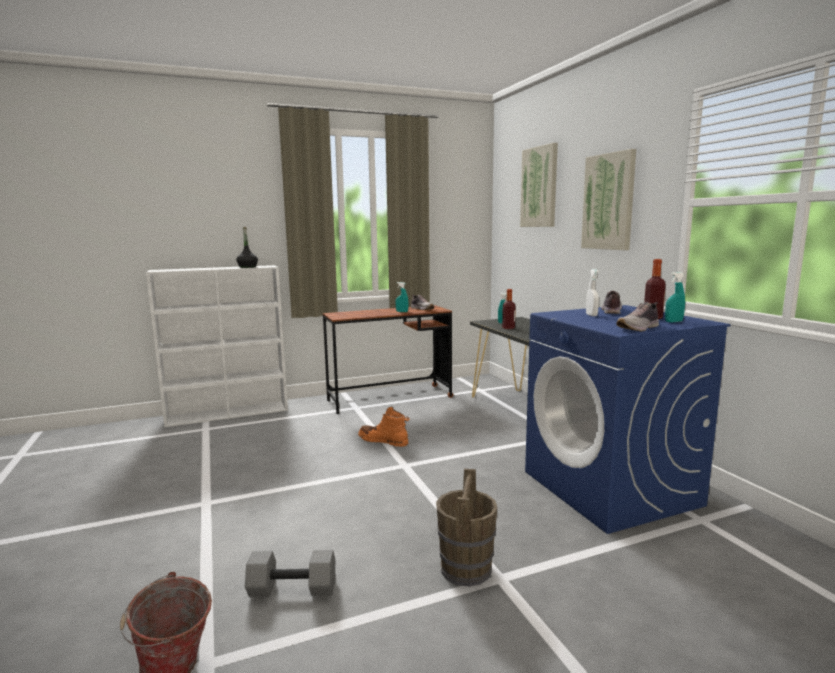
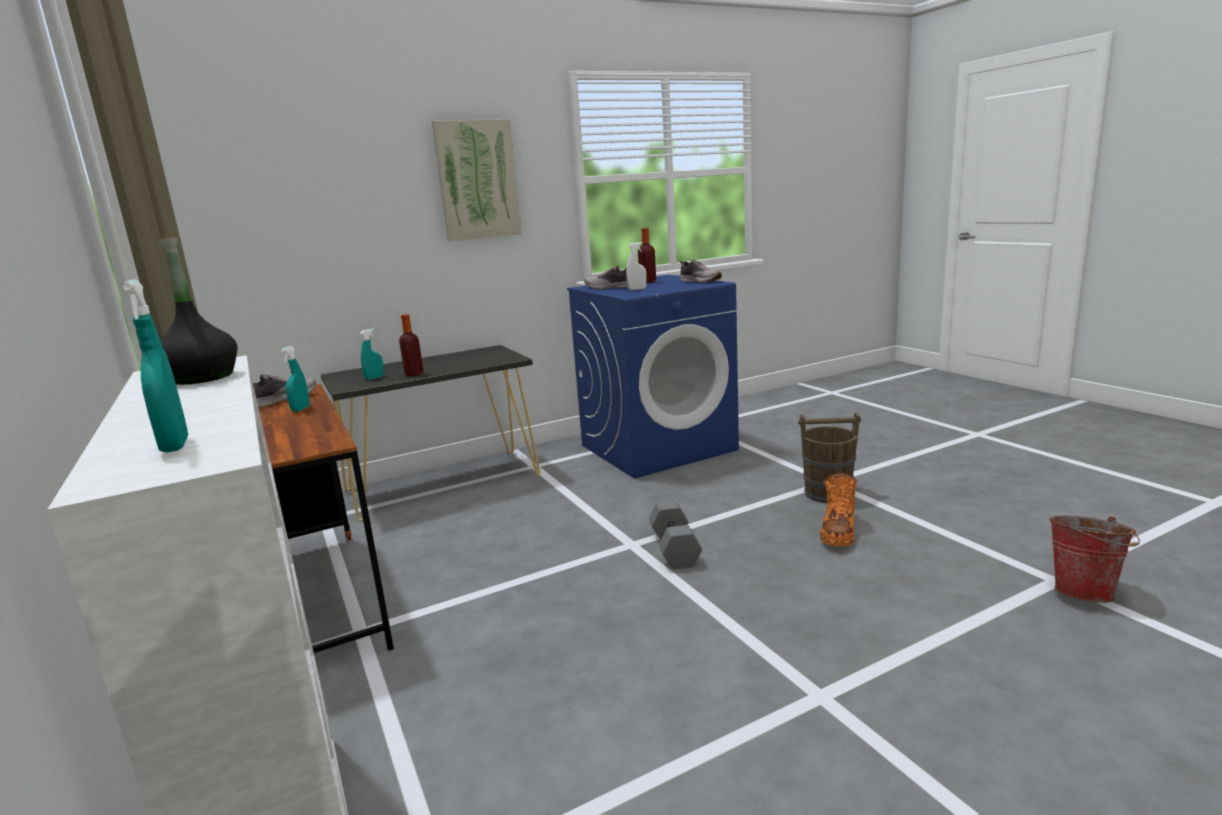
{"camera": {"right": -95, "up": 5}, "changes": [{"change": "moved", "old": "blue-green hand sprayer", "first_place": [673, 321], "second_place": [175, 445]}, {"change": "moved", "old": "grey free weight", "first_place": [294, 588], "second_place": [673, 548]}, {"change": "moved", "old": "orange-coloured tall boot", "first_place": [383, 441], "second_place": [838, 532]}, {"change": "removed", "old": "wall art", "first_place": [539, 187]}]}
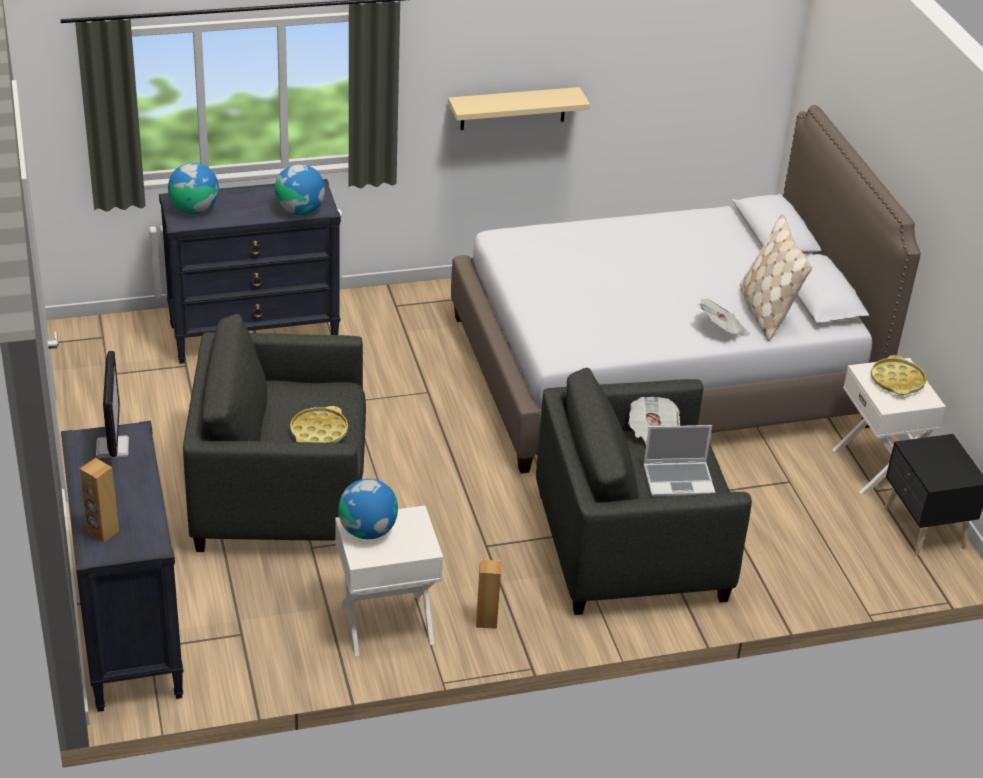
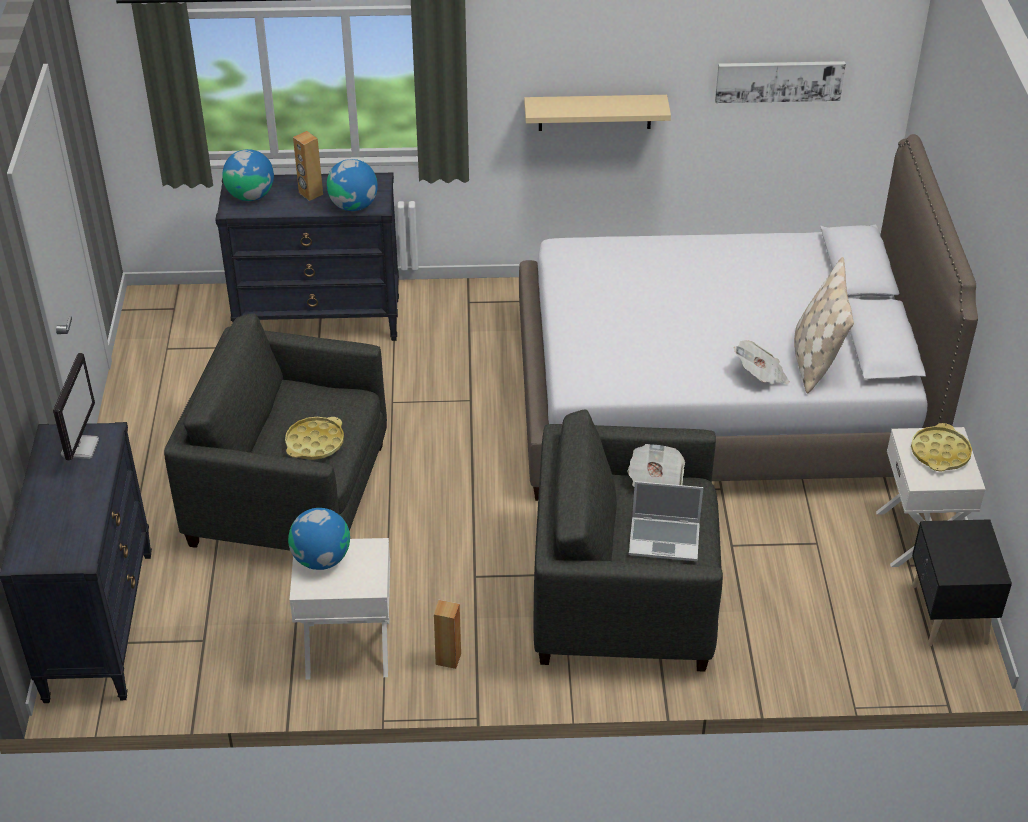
{"camera": {"right": 15, "up": 5}, "changes": [{"change": "moved", "old": "brown-coloured loudspeaker", "first_place": [102, 532], "second_place": [310, 193]}, {"change": "added", "new": "wall art", "second_place": [779, 80]}]}
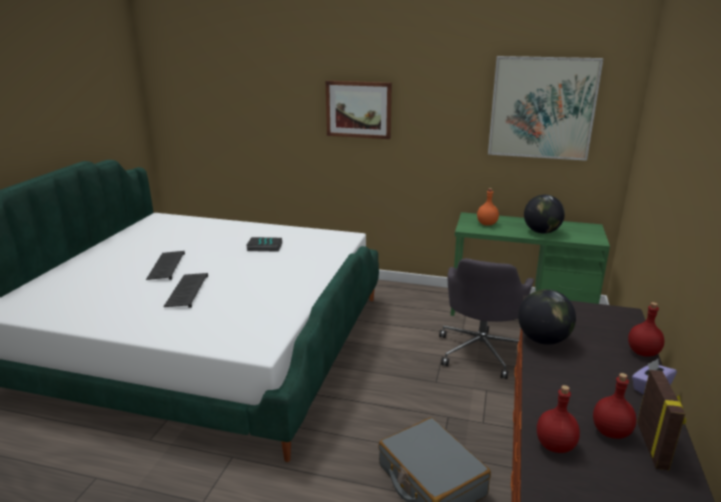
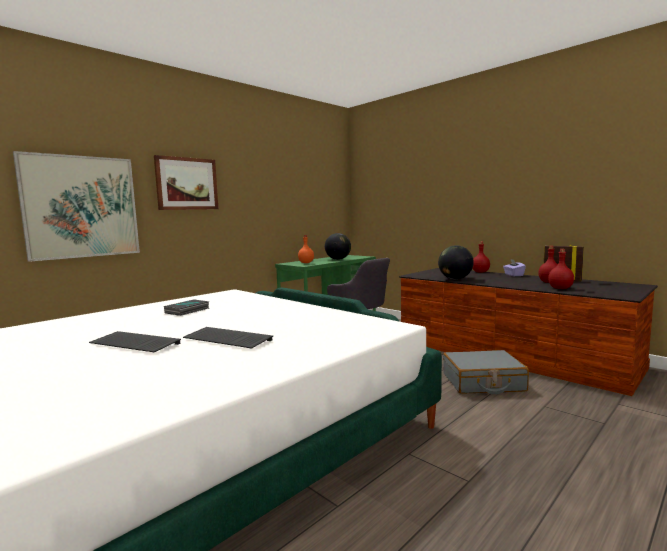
{"camera": {"right": -60, "up": -15}, "changes": [{"change": "moved", "old": "wall art", "first_place": [542, 108], "second_place": [81, 207]}]}
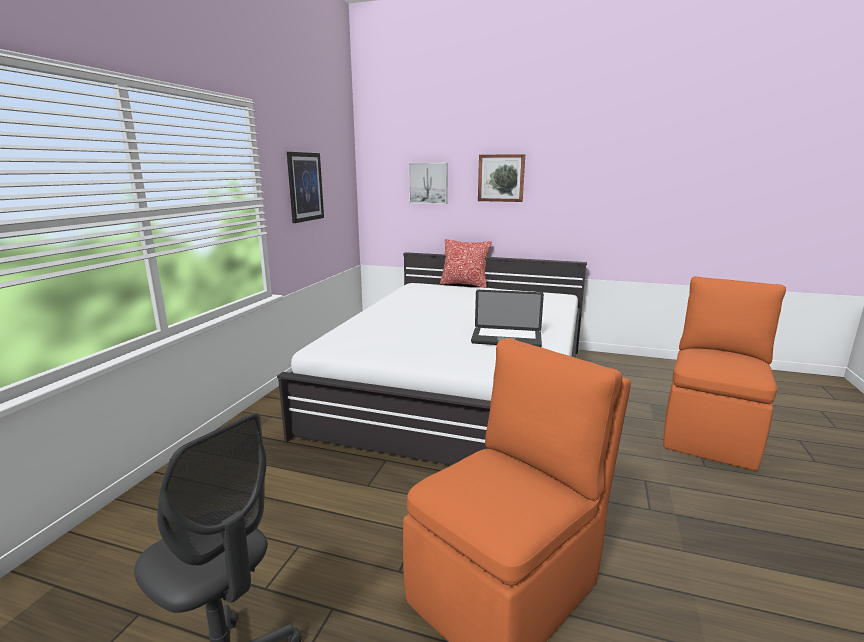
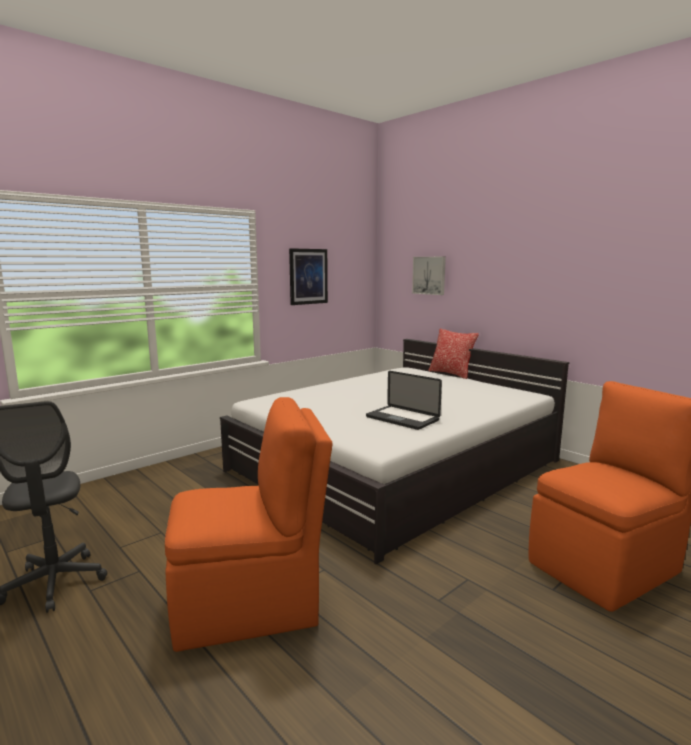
{"camera": {"right": 30, "up": -5}, "changes": [{"change": "removed", "old": "wall art", "first_place": [501, 178]}]}
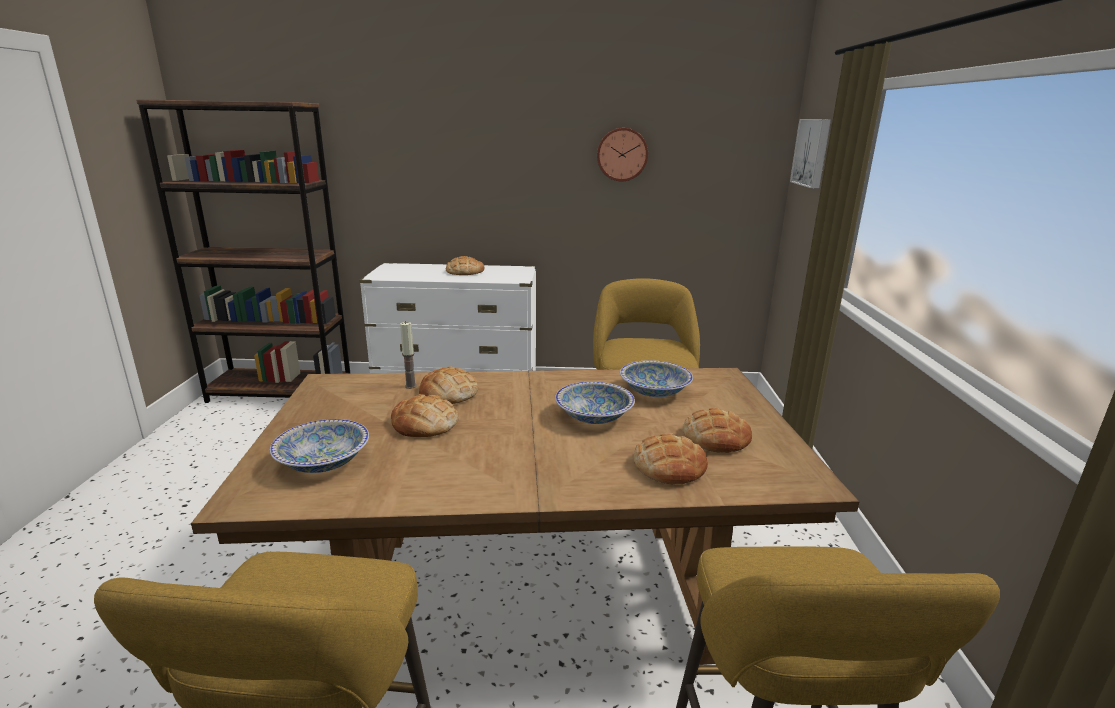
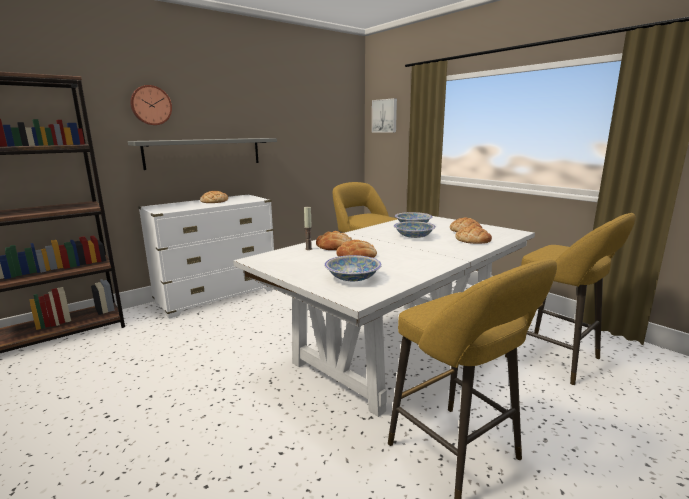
{"camera": {"right": -40, "up": -5}, "changes": [{"change": "added", "new": "grey shelf", "second_place": [204, 152]}, {"change": "moved", "old": "clock on the wall", "first_place": [622, 154], "second_place": [151, 105]}, {"change": "recoloured", "old": "brown-coloured dinner table", "new": "whitish dinner table", "first_place": [530, 593], "second_place": [396, 348]}]}
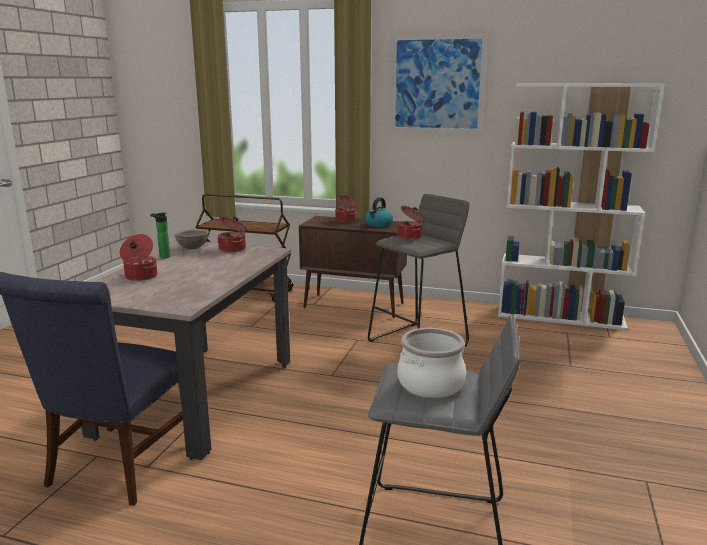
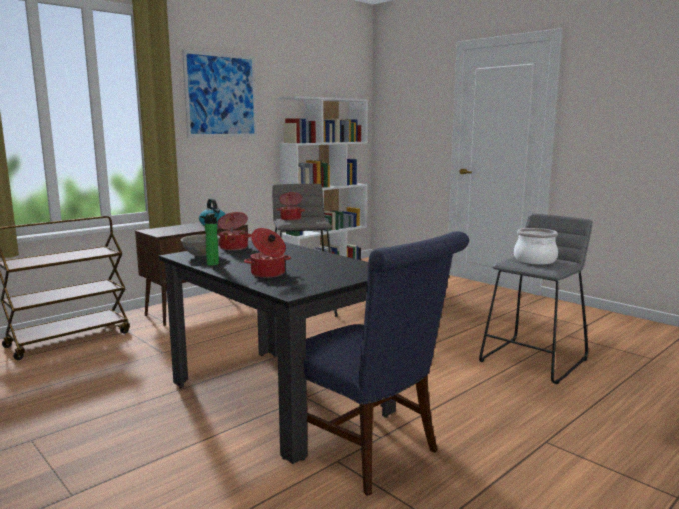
{"camera": {"right": -60, "up": -5}, "changes": [{"change": "recoloured", "old": "sand-coloured dinner table", "new": "black dinner table", "first_place": [199, 396], "second_place": [278, 397]}, {"change": "removed", "old": "saucepot", "first_place": [346, 220]}]}
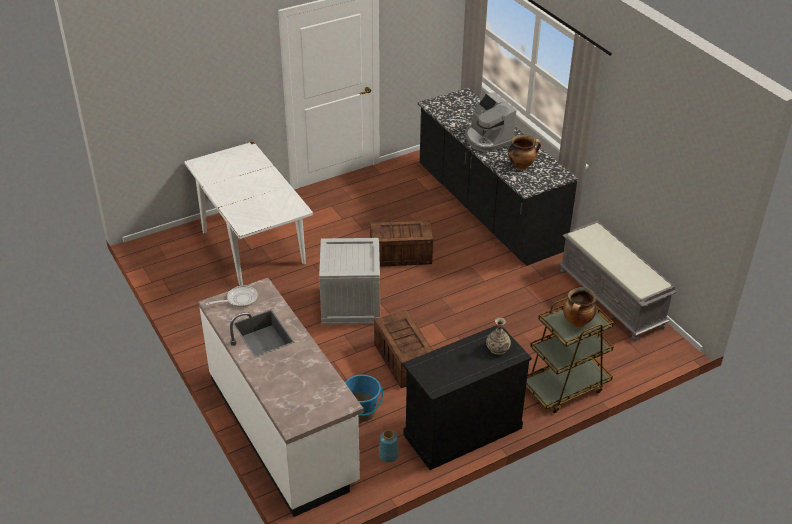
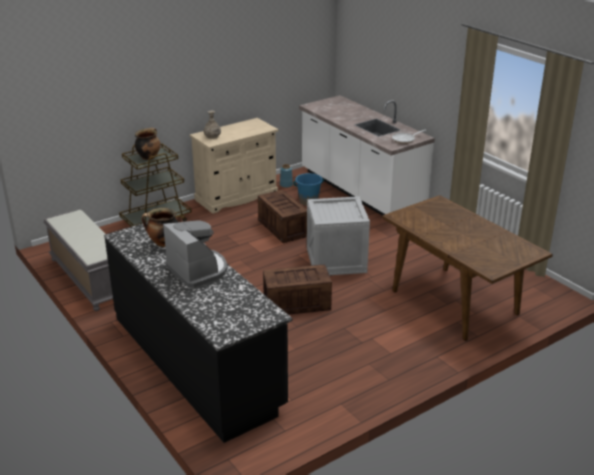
{"camera": {"right": 175, "up": -10}, "changes": [{"change": "recoloured", "old": "black cabinet", "new": "sand-coloured cabinet", "first_place": [462, 431], "second_place": [236, 196]}, {"change": "recoloured", "old": "whitish dinner table", "new": "brown-coloured dinner table", "first_place": [252, 246], "second_place": [455, 303]}]}
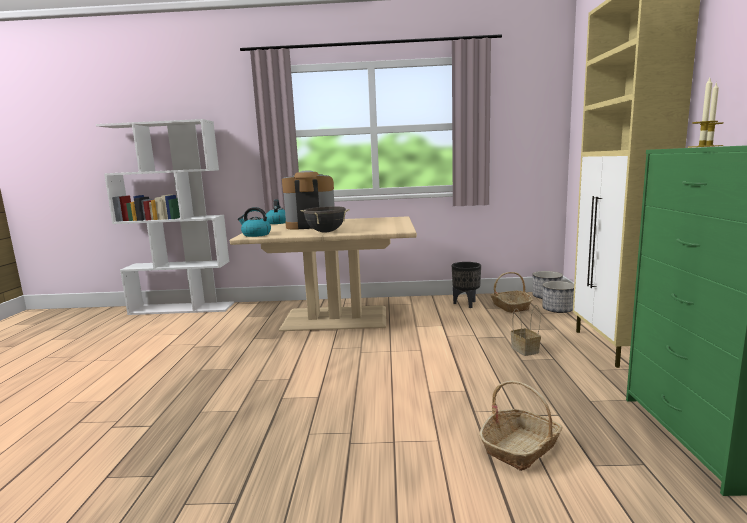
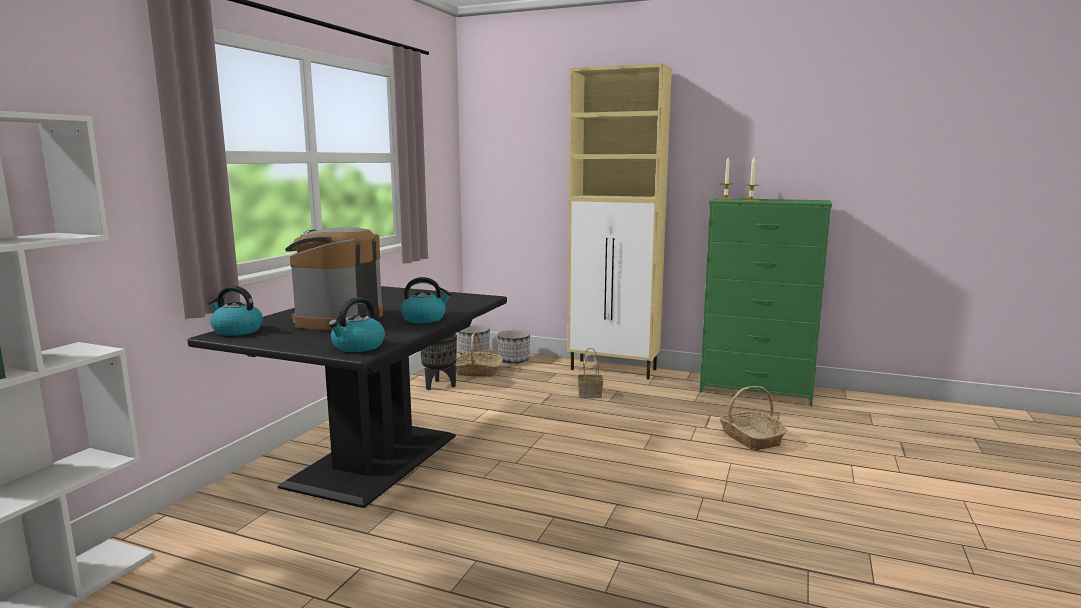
{"camera": {"right": -70, "up": 0}, "changes": [{"change": "recoloured", "old": "sand-coloured dinner table", "new": "black dinner table", "first_place": [335, 319], "second_place": [376, 460]}, {"change": "replaced", "old": "black saucepot", "new": "tea kettle", "first_place": [326, 232], "second_place": [424, 319]}]}
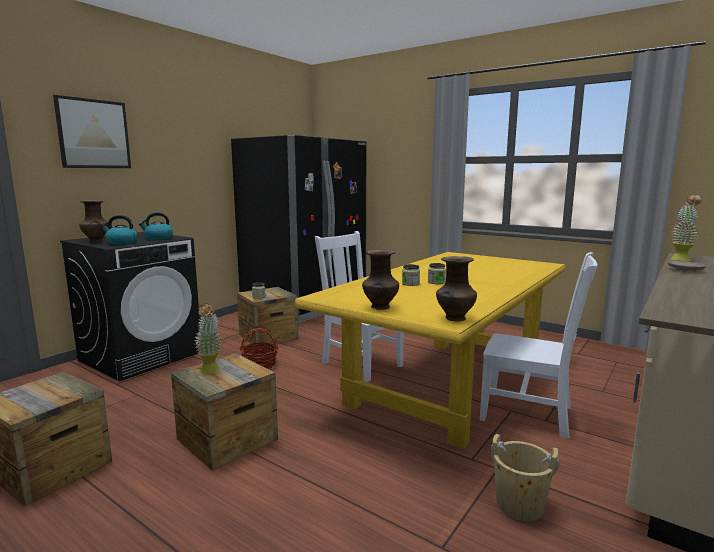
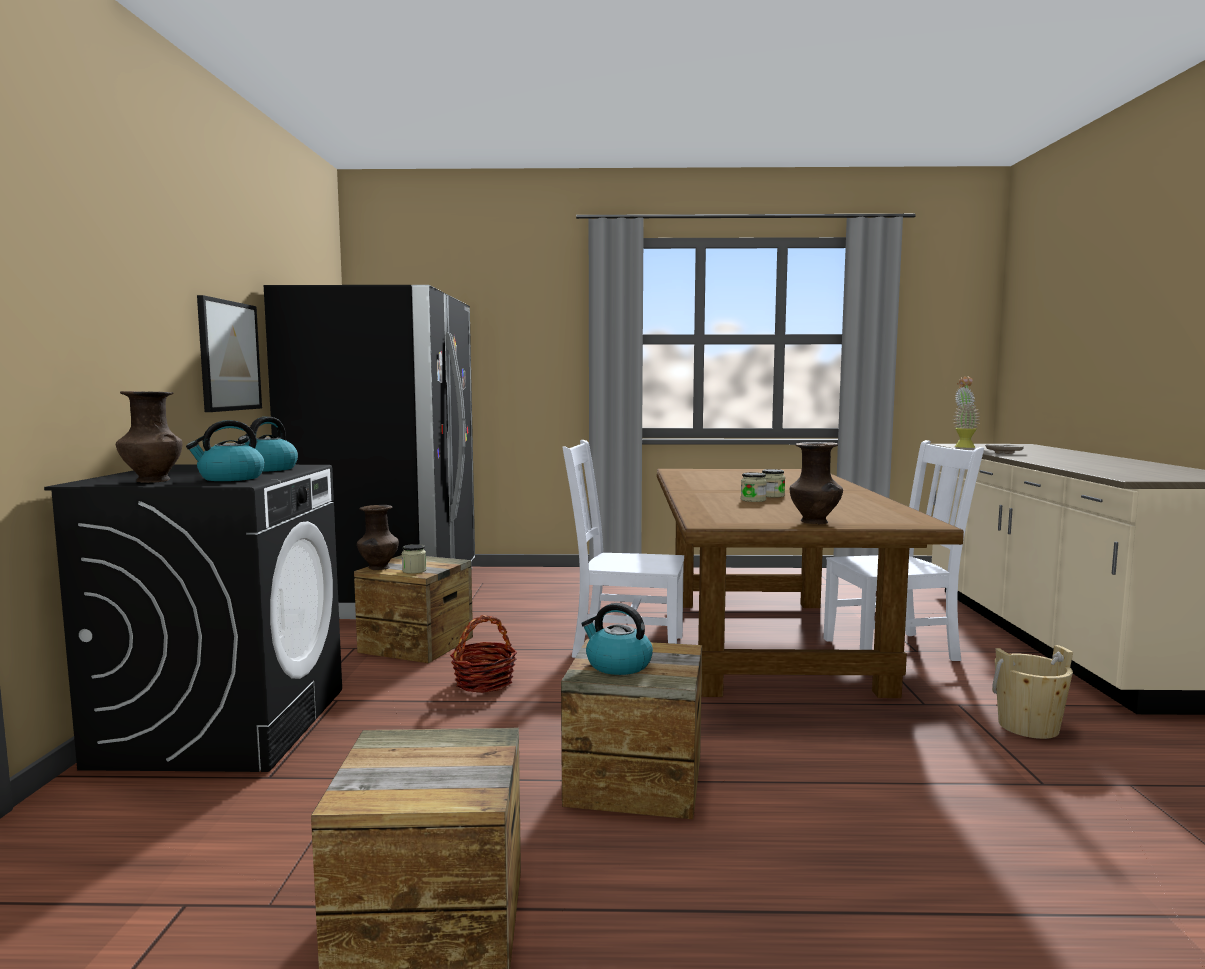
{"camera": {"right": -35, "up": -5}, "changes": [{"change": "moved", "old": "wall art", "first_place": [93, 134], "second_place": [229, 356]}, {"change": "moved", "old": "brown-coloured flower vase", "first_place": [455, 319], "second_place": [378, 568]}, {"change": "replaced", "old": "potted plant", "new": "tea kettle", "first_place": [210, 371], "second_place": [617, 665]}, {"change": "recoloured", "old": "yellow-coloured dinner table", "new": "brown-coloured dinner table", "first_place": [447, 384], "second_place": [768, 643]}]}
